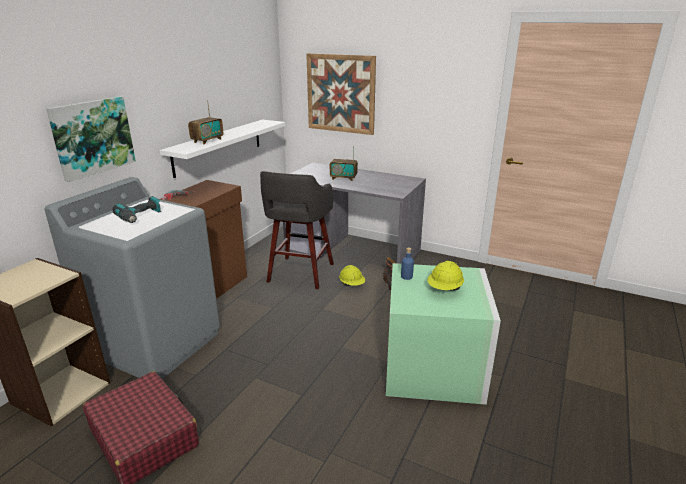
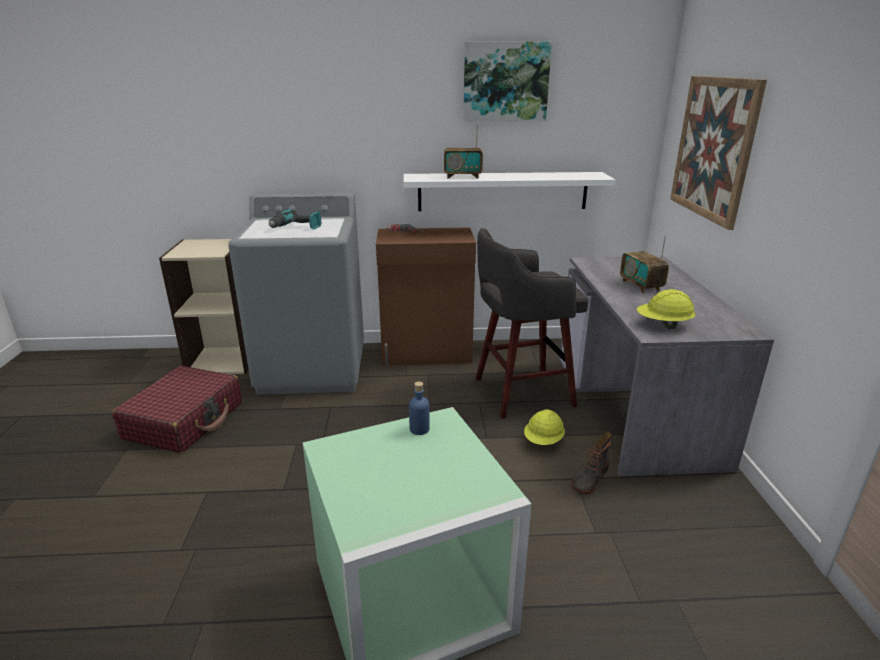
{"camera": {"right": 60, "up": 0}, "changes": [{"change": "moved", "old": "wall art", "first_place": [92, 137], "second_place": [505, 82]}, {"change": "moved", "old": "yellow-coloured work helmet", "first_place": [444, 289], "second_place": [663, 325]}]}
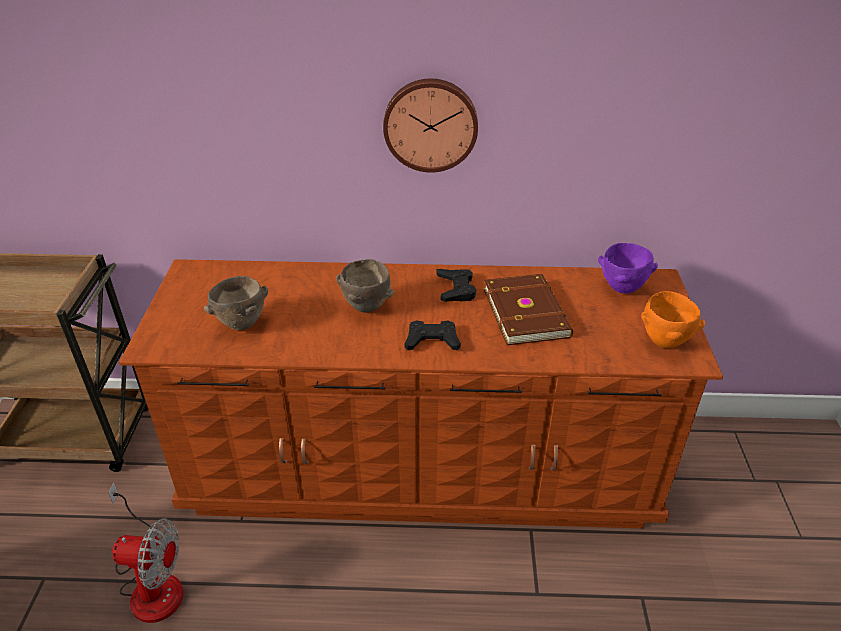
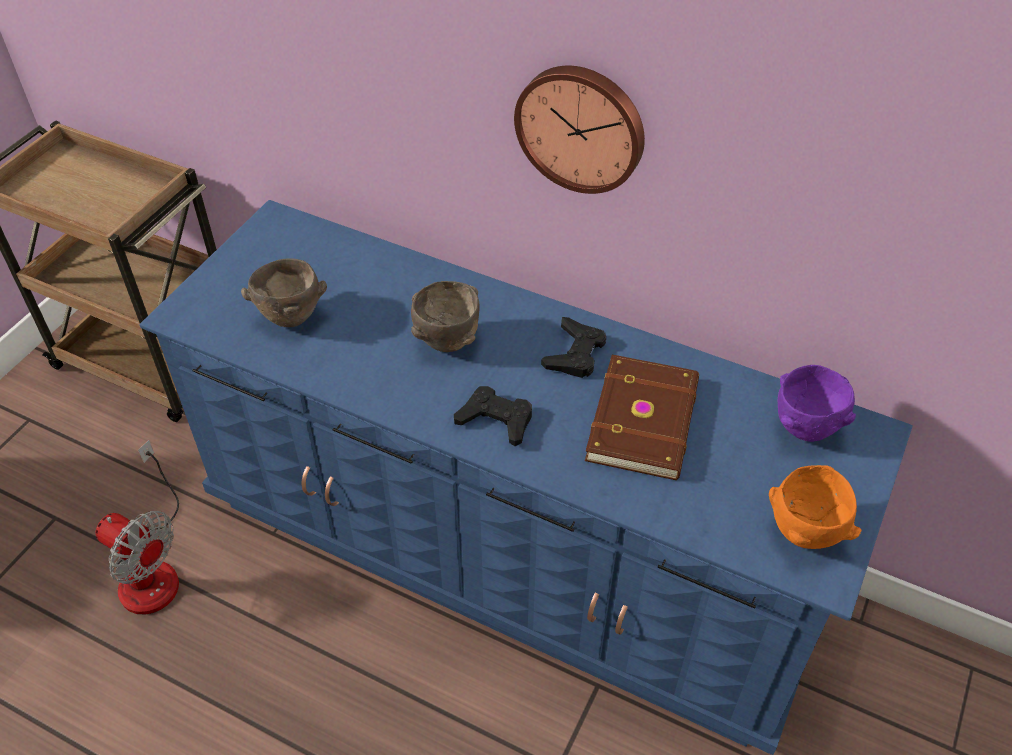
{"camera": {"right": 25, "up": 10}, "changes": [{"change": "recoloured", "old": "brown-coloured drawer chest", "new": "bluish drawer chest", "first_place": [420, 467], "second_place": [507, 548]}]}
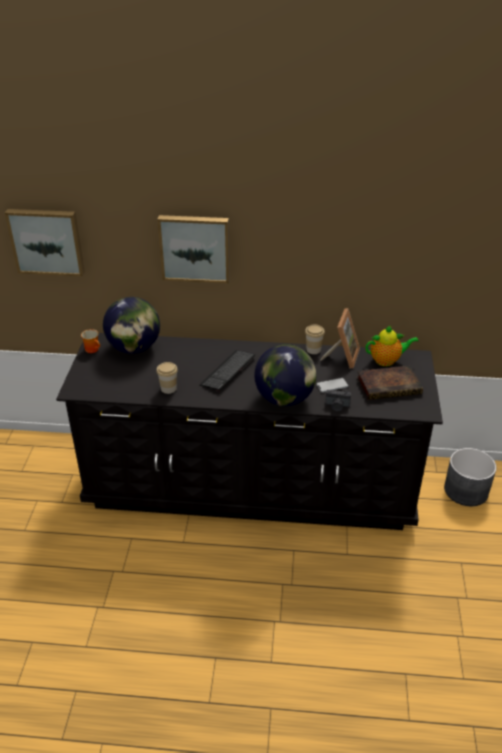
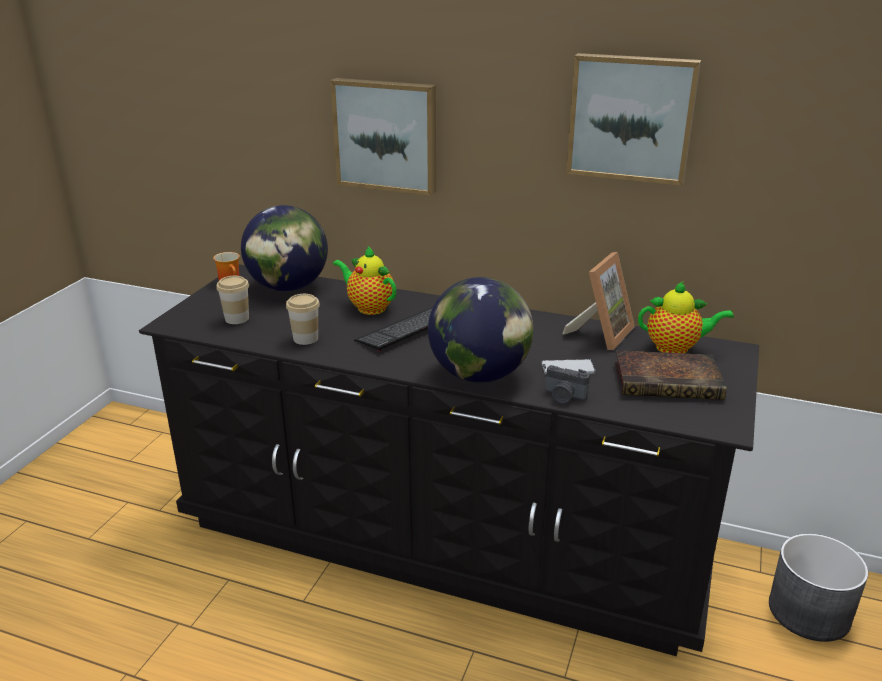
{"camera": {"right": 15, "up": -10}, "changes": [{"change": "moved", "old": "cup", "first_place": [313, 350], "second_place": [237, 319]}, {"change": "added", "new": "teapot", "second_place": [368, 307]}, {"change": "moved", "old": "wall art", "first_place": [47, 241], "second_place": [631, 118]}]}
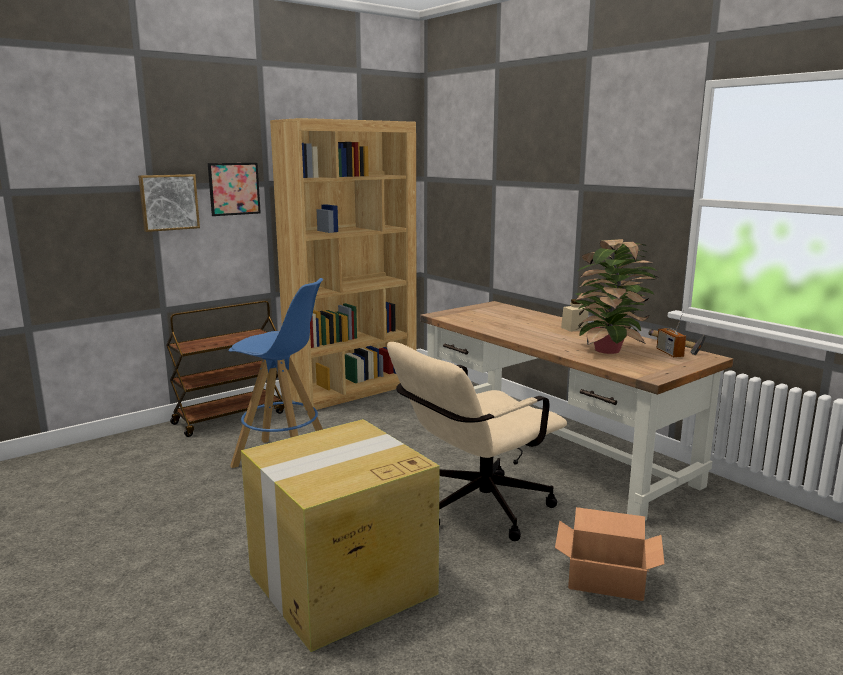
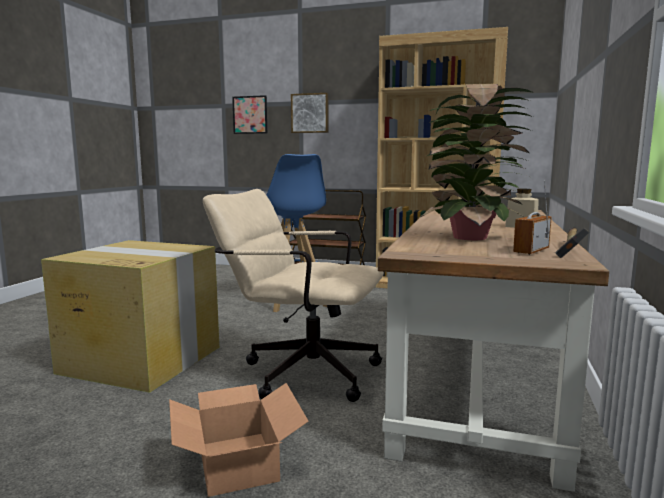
{"camera": {"right": 55, "up": -5}, "changes": [{"change": "moved", "old": "wall art", "first_place": [234, 189], "second_place": [250, 115]}]}
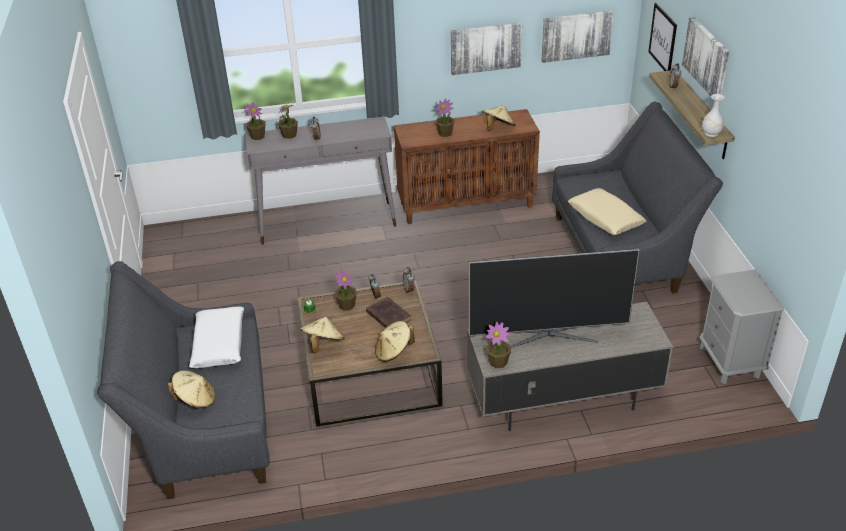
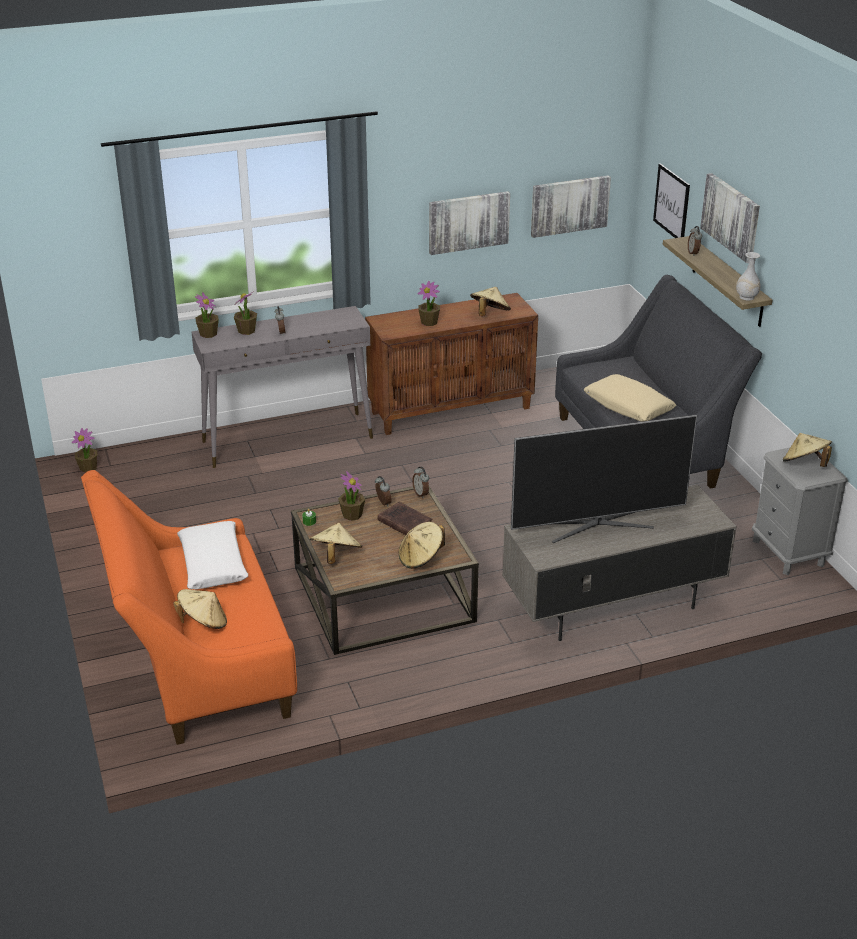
{"camera": {"right": -10, "up": -5}, "changes": [{"change": "moved", "old": "potted plant", "first_place": [498, 362], "second_place": [88, 468]}, {"change": "recoloured", "old": "grey couch", "new": "orange-coloured couch", "first_place": [204, 425], "second_place": [198, 664]}, {"change": "added", "new": "sand-coloured wearable hat", "second_place": [804, 464]}]}
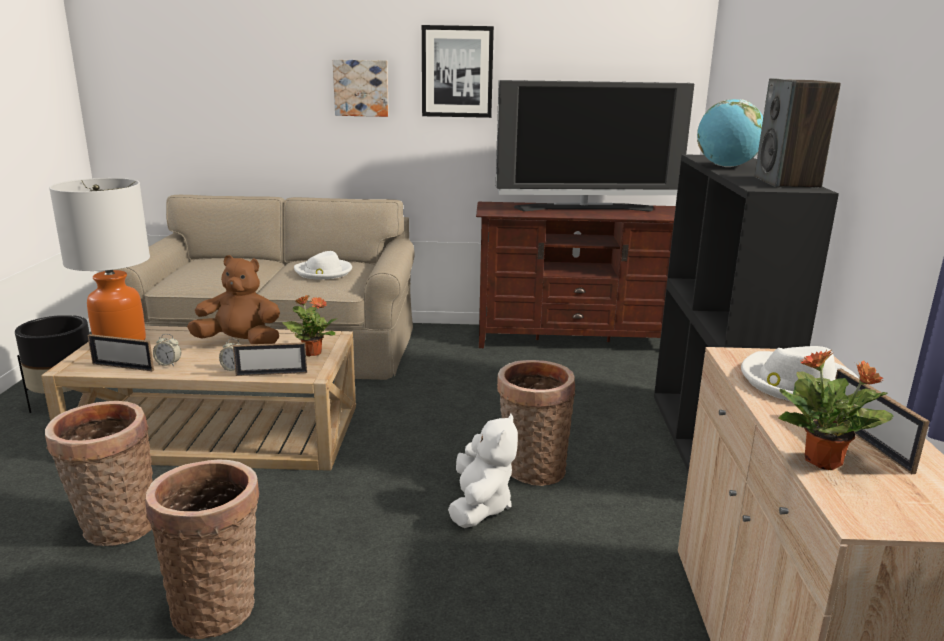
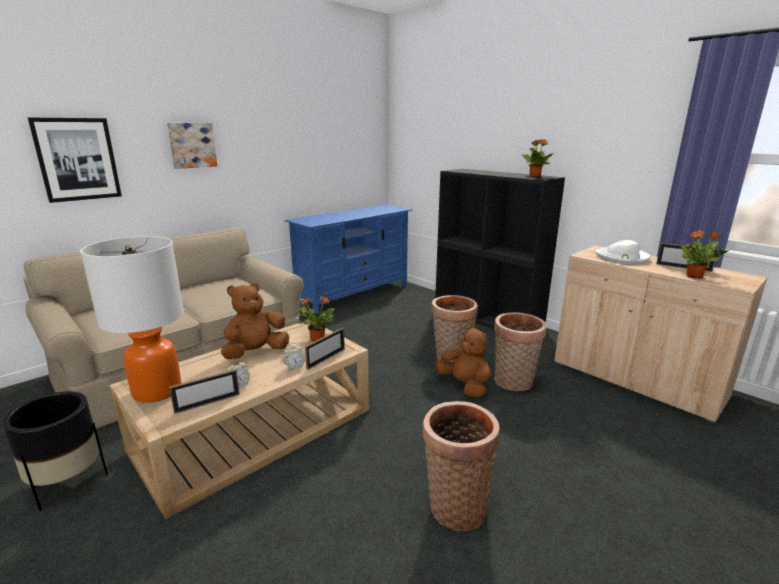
{"camera": {"right": -45, "up": 0}, "changes": [{"change": "moved", "old": "wall art", "first_place": [457, 72], "second_place": [77, 159]}, {"change": "recoloured", "old": "brown-coloured tv stand", "new": "bluish tv stand", "first_place": [573, 340], "second_place": [354, 295]}, {"change": "recoloured", "old": "whitish soft toy", "new": "brown-coloured soft toy", "first_place": [480, 506], "second_place": [464, 385]}, {"change": "moved", "old": "household basket", "first_place": [115, 528], "second_place": [513, 383]}, {"change": "replaced", "old": "loudspeaker", "new": "potted plant", "first_place": [787, 182], "second_place": [534, 176]}, {"change": "removed", "old": "whitish wearable hat", "first_place": [323, 272]}, {"change": "removed", "old": "TV", "first_place": [585, 208]}, {"change": "removed", "old": "globe", "first_place": [726, 167]}]}
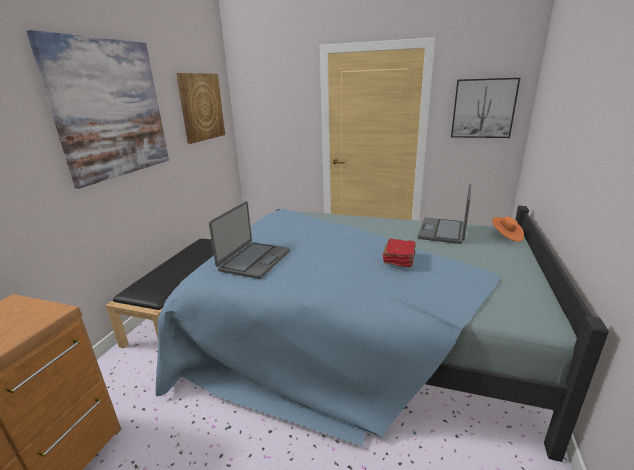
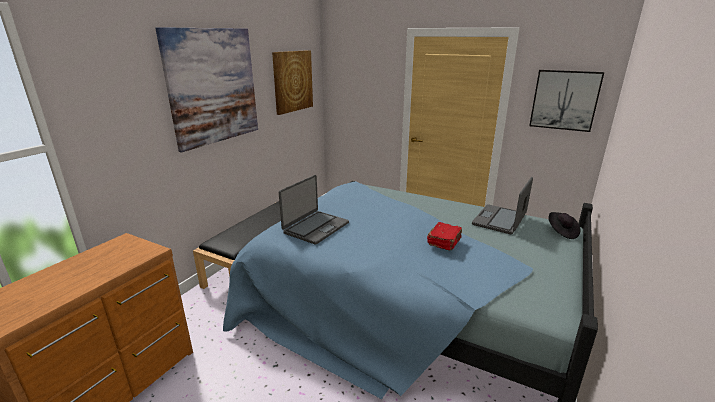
{"camera": {"right": 10, "up": 0}, "changes": [{"change": "recoloured", "old": "orange-coloured wearable hat", "new": "black wearable hat", "first_place": [506, 236], "second_place": [562, 232]}]}
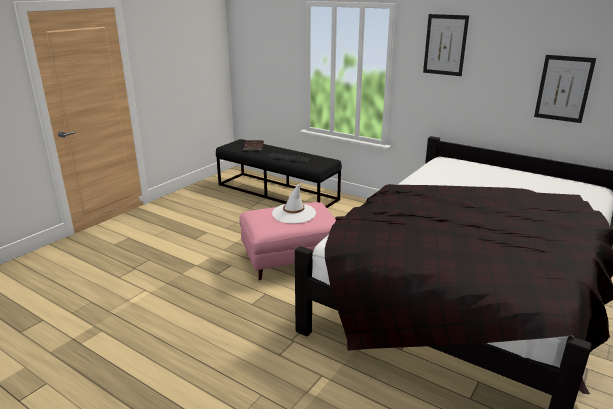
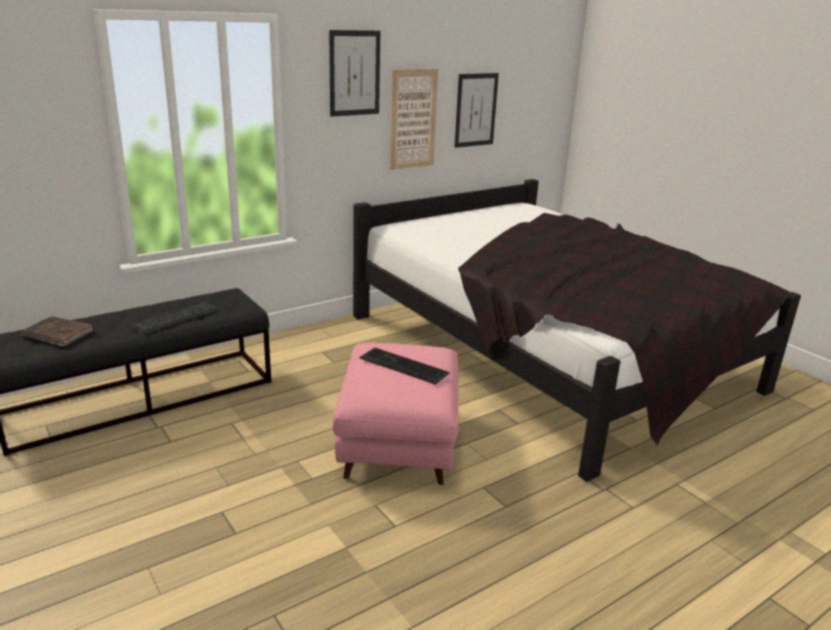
{"camera": {"right": -70, "up": 0}, "changes": [{"change": "replaced", "old": "whitish wearable hat", "new": "PC keyboard", "first_place": [294, 213], "second_place": [401, 366]}, {"change": "added", "new": "wall art", "second_place": [413, 119]}]}
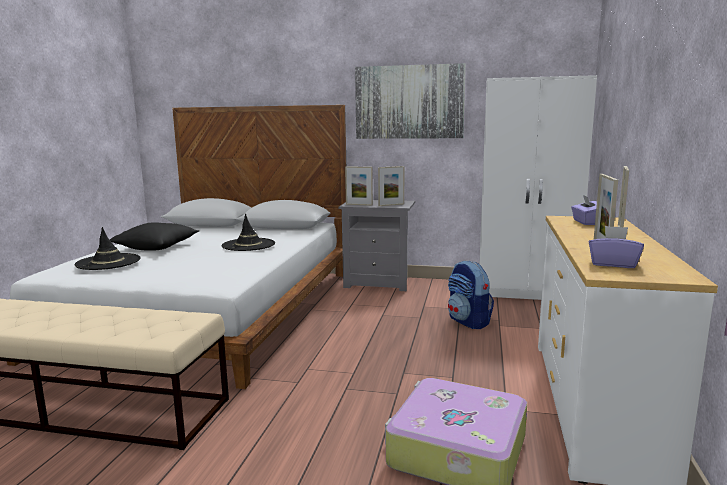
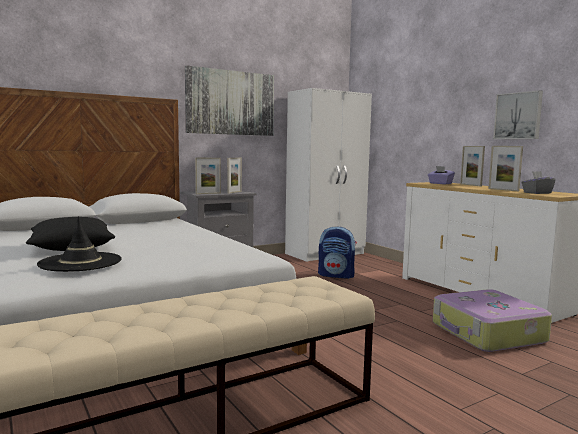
{"camera": {"right": -45, "up": -5}, "changes": [{"change": "added", "new": "wall art", "second_place": [518, 116]}, {"change": "recoloured", "old": "purple-coloured tissue box", "new": "grey tissue box", "first_place": [612, 264], "second_place": [537, 193]}, {"change": "removed", "old": "black wearable hat", "first_place": [248, 245]}]}
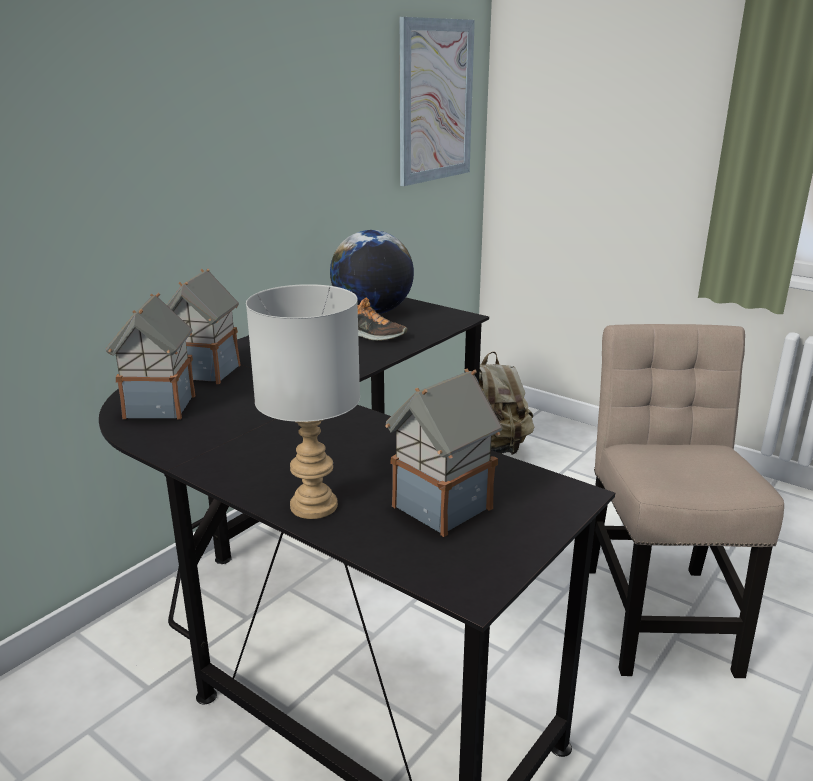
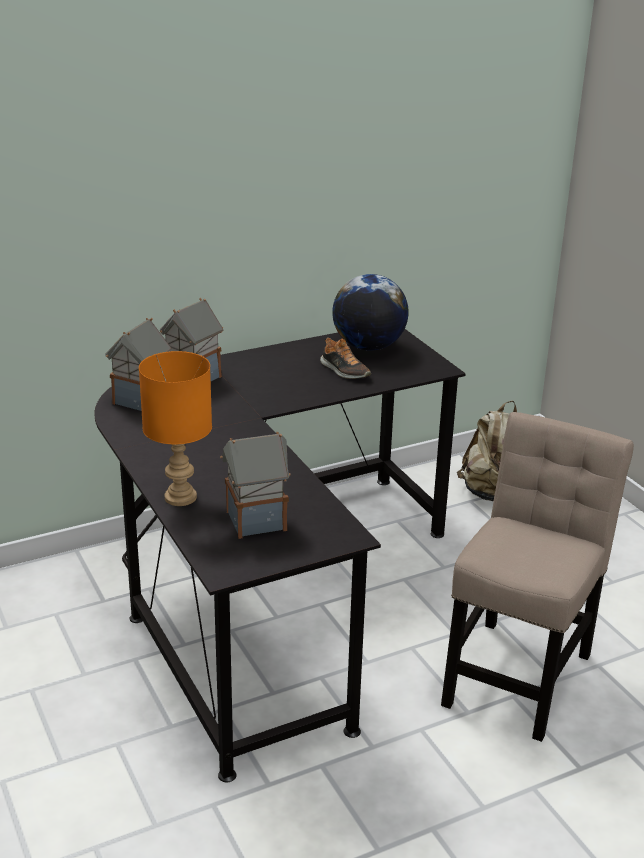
{"camera": {"right": 25, "up": 5}, "changes": [{"change": "recoloured", "old": "grey table lamp", "new": "orange-coloured table lamp", "first_place": [315, 507], "second_place": [180, 498]}, {"change": "removed", "old": "wall art", "first_place": [435, 101]}]}
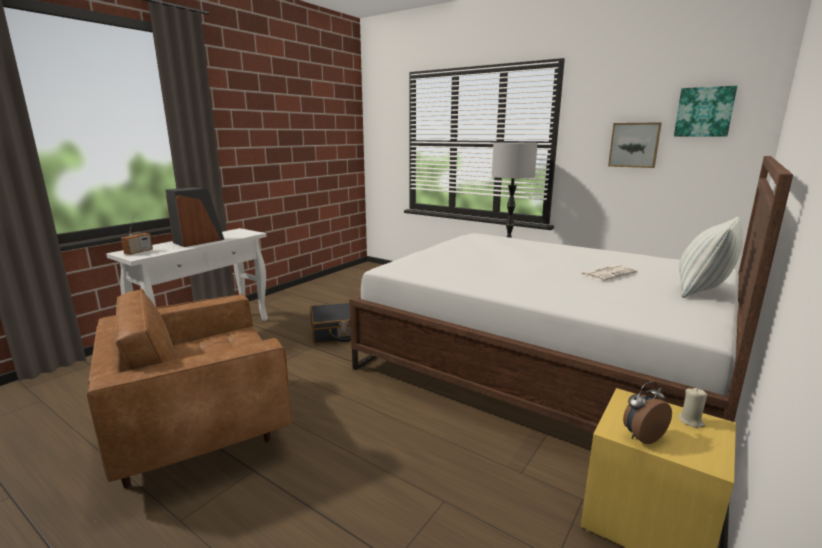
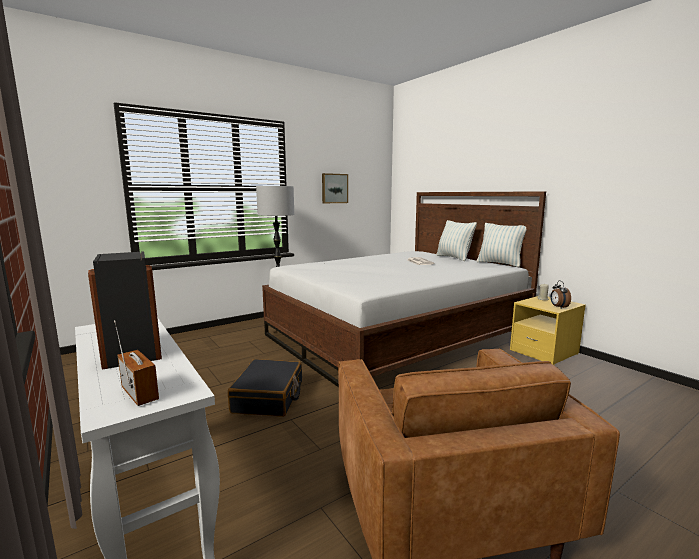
{"camera": {"right": -70, "up": -5}, "changes": [{"change": "added", "new": "pillow", "second_place": [499, 264]}, {"change": "removed", "old": "wall art", "first_place": [704, 112]}]}
